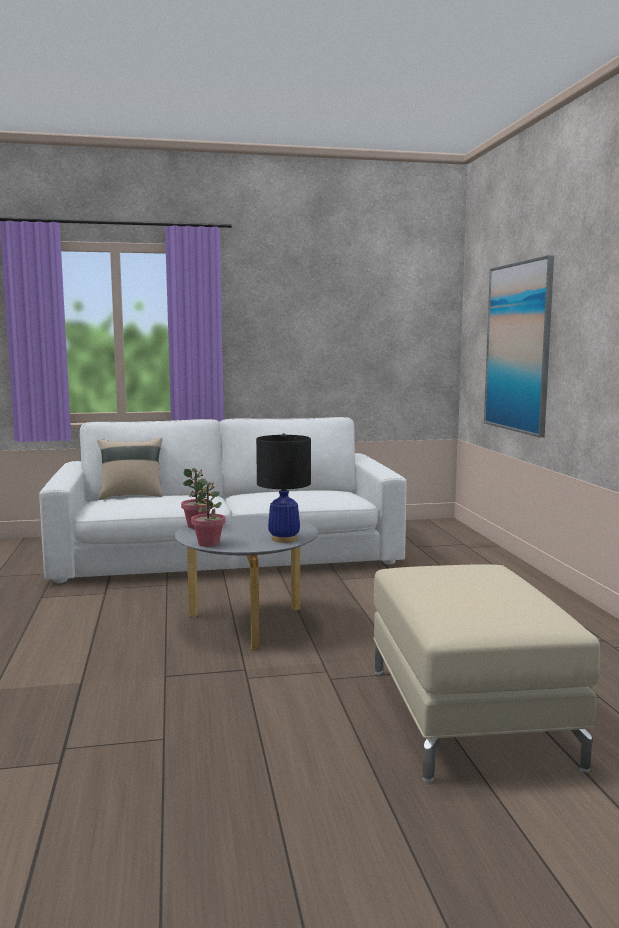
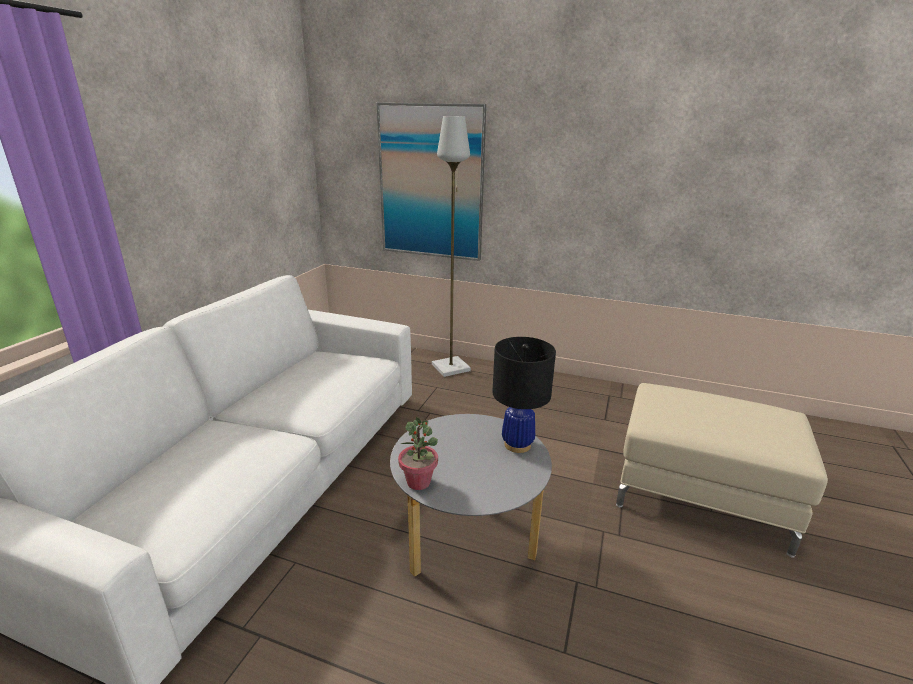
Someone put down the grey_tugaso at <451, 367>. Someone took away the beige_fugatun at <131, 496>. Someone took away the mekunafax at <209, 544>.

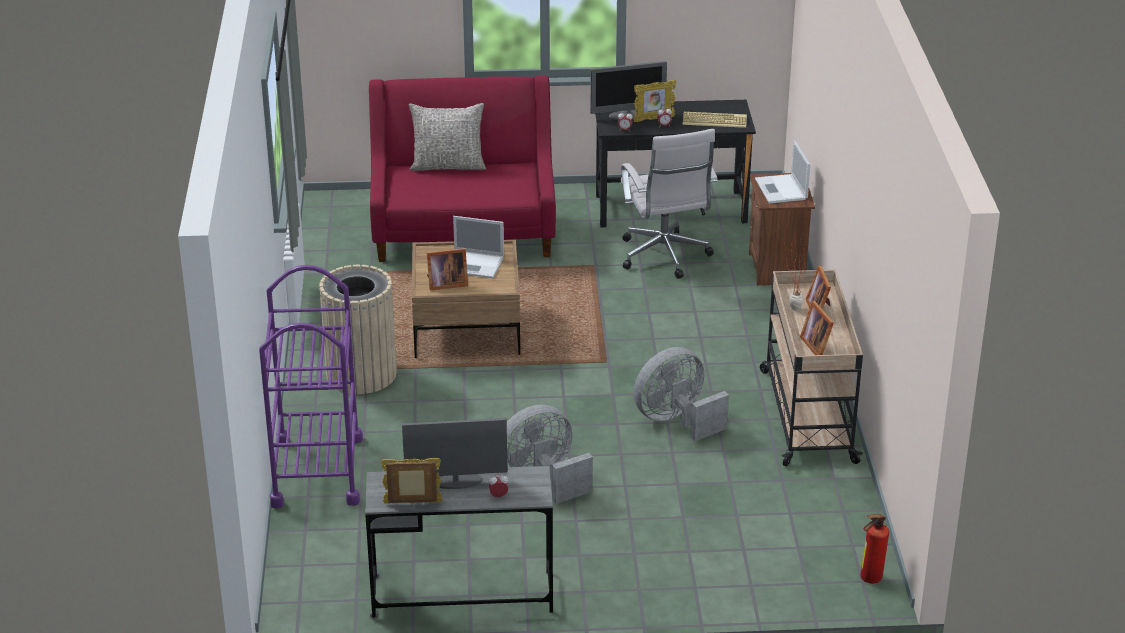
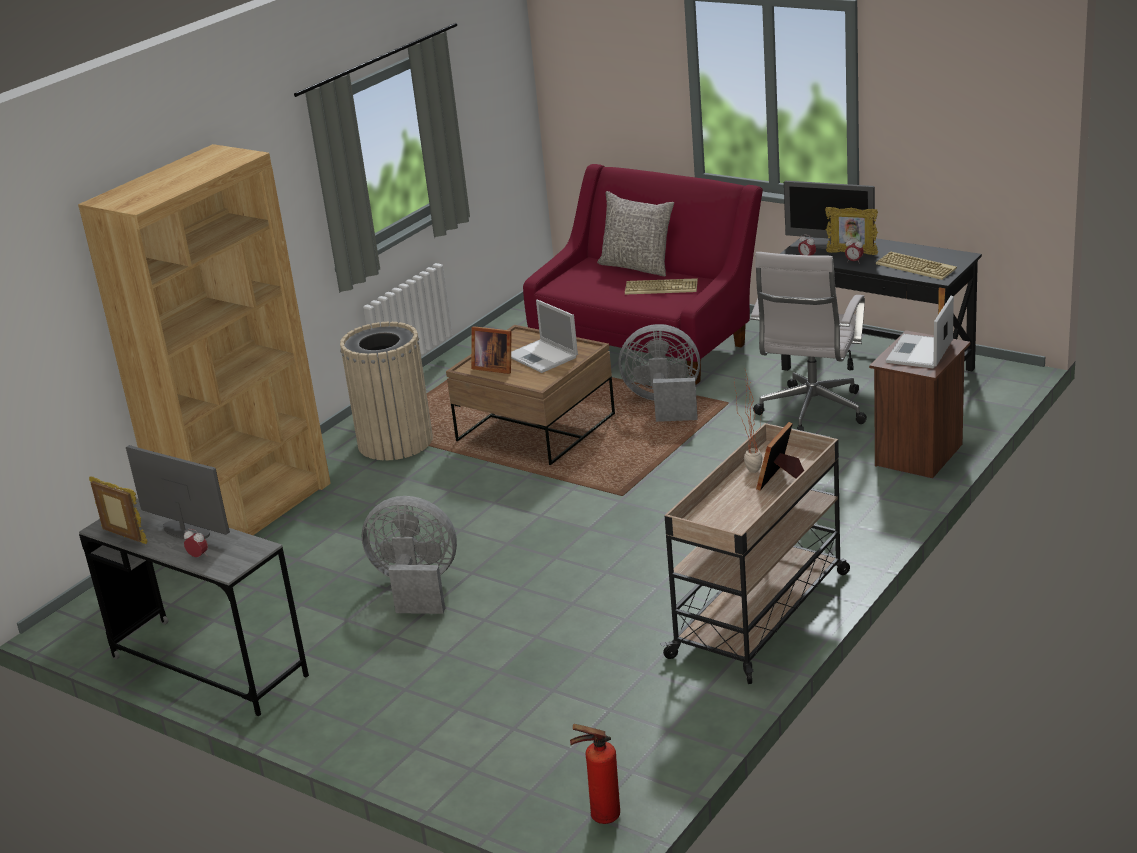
Someone swapped the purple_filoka at <317, 471> for the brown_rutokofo at <248, 513>. Someone carried the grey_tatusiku from <676, 421> to <664, 404>. Someone put down the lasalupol at <662, 287>. Someone took away the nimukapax at <817, 345>.

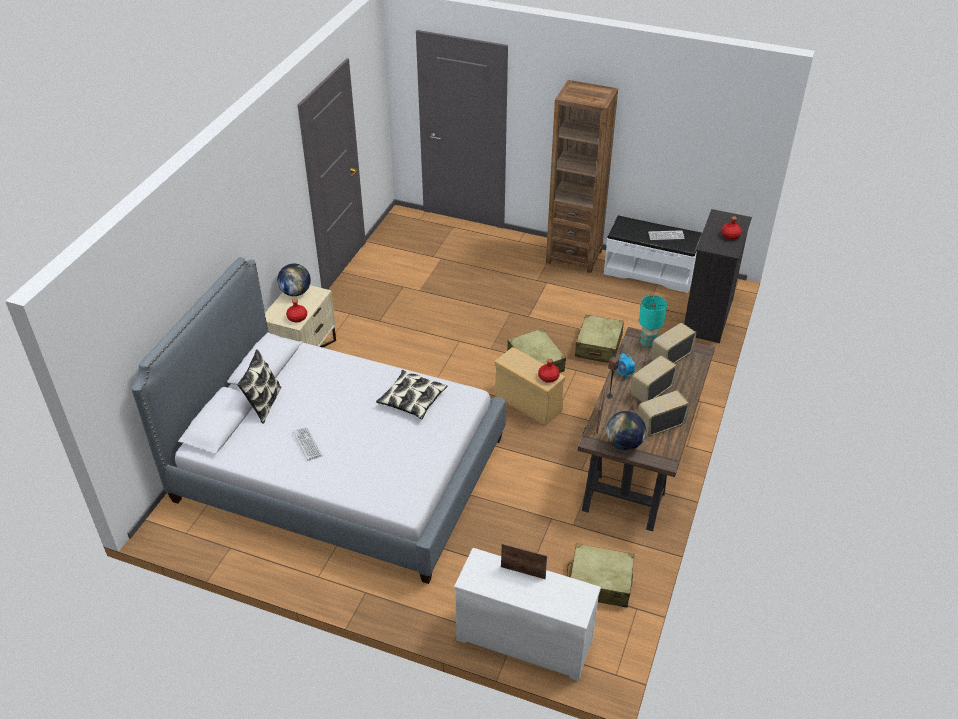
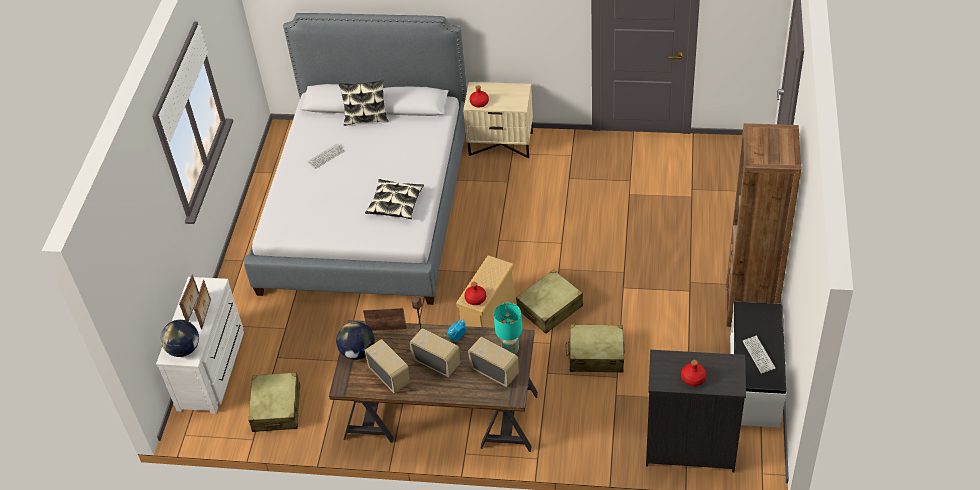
Someone carried the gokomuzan from <296, 292> to <184, 349>. Someone put down the nimukapax at <193, 309>.

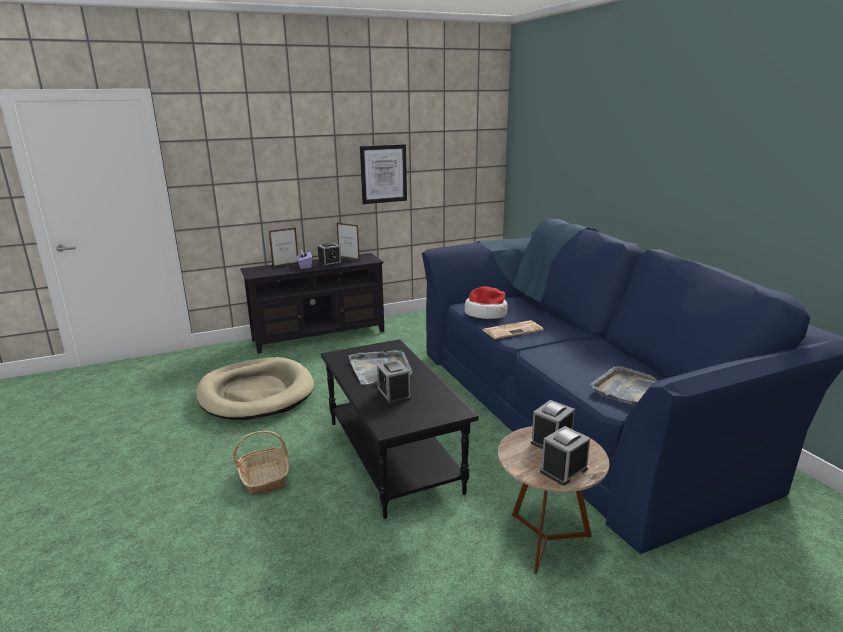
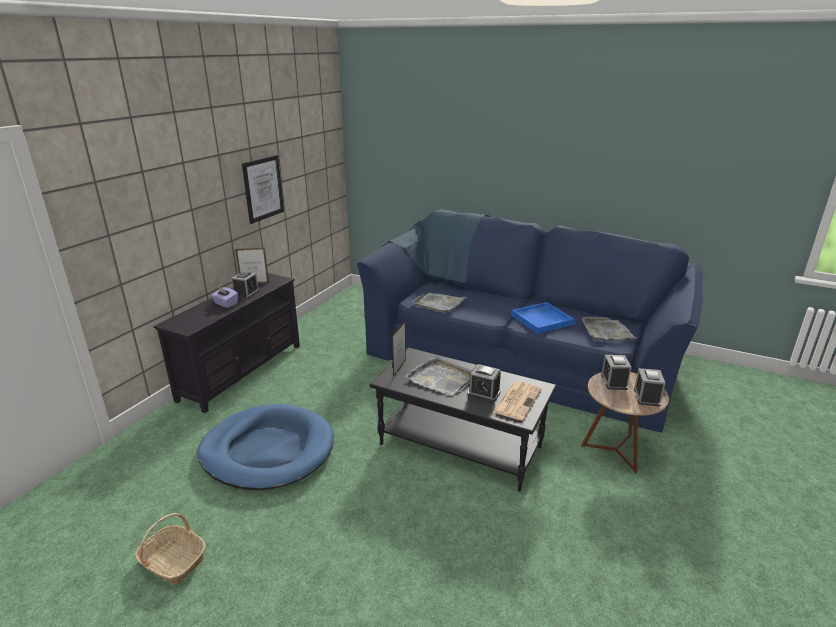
Someone carried the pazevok from <265, 477> to <172, 561>. Someone repainted the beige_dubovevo at <256, 393>, which became the blue_dubovevo at <268, 450>. Someone carried the nimukapax from <285, 265> to <399, 368>. Someone swapped the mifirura at <486, 313> for the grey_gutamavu at <439, 303>. Someone carried the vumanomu from <513, 330> to <517, 400>. Someone put down the blue_gutamavu at <542, 319>.

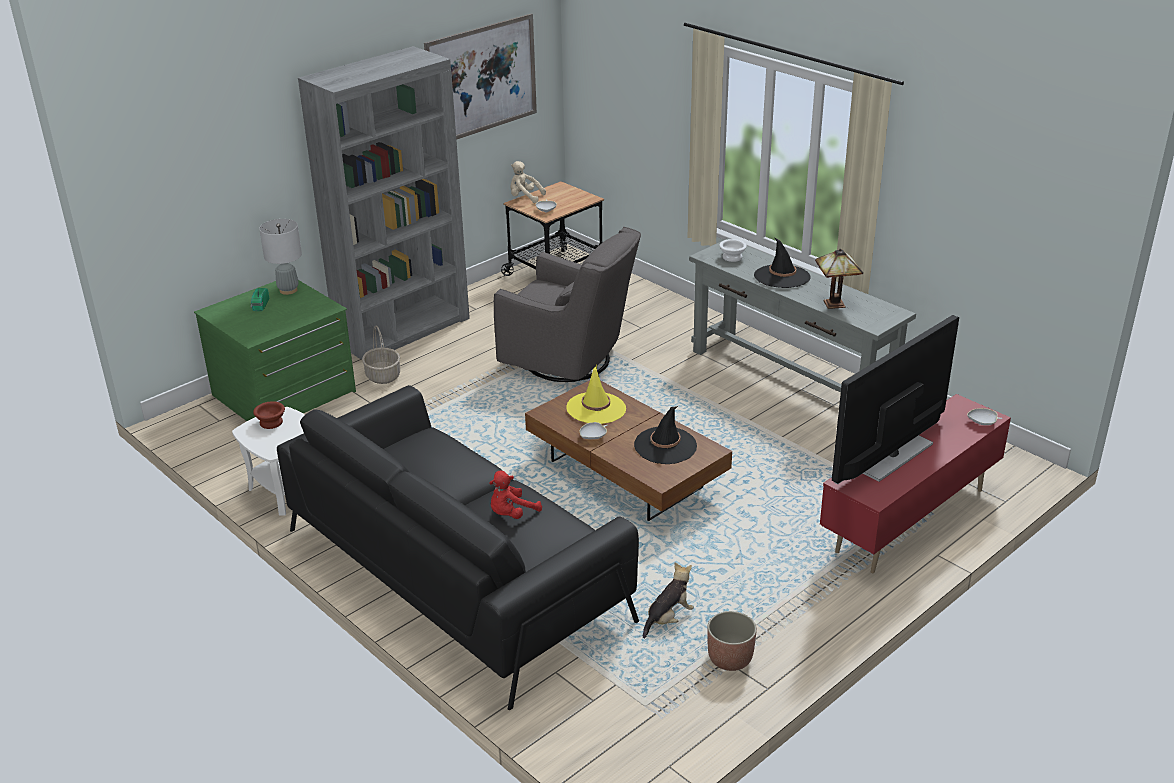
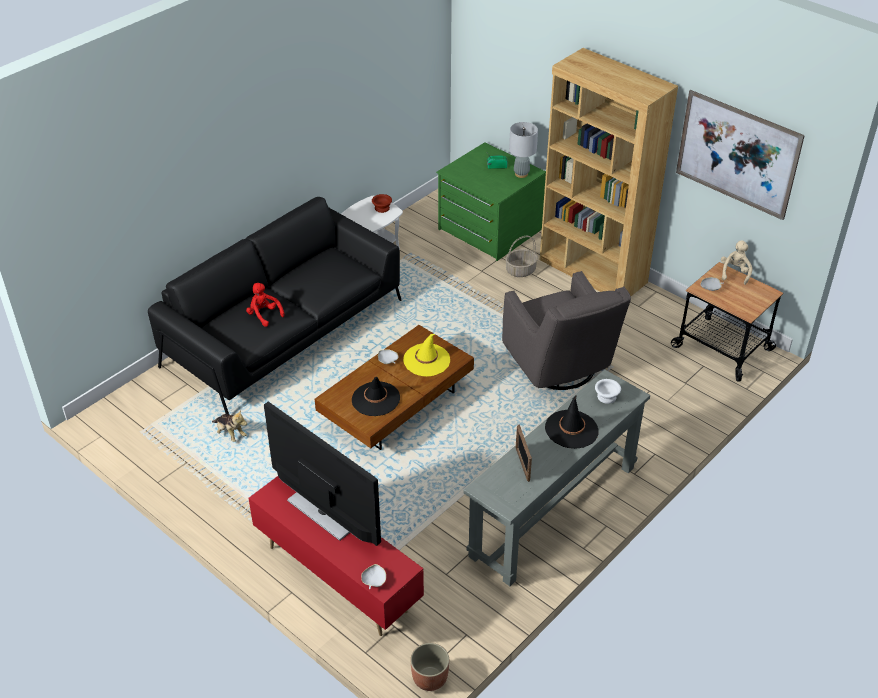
Someone carried the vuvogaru from <730, 658> to <430, 678>. Someone rotated the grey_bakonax at <571, 362> by 45 degrees counterclockwise. Someone swapped the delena at <835, 303> for the nimukapax at <522, 464>. Someone repainted the grey_rutokofo at <403, 330>, which became the brown_rutokofo at <592, 271>.

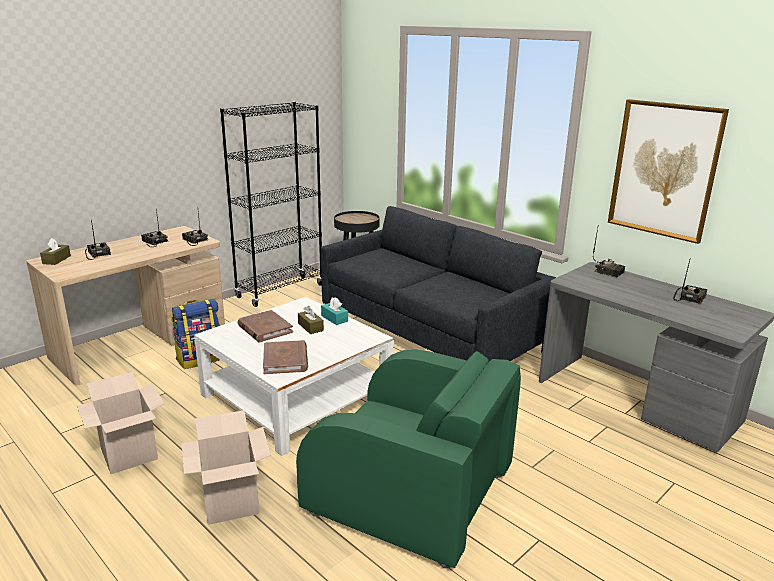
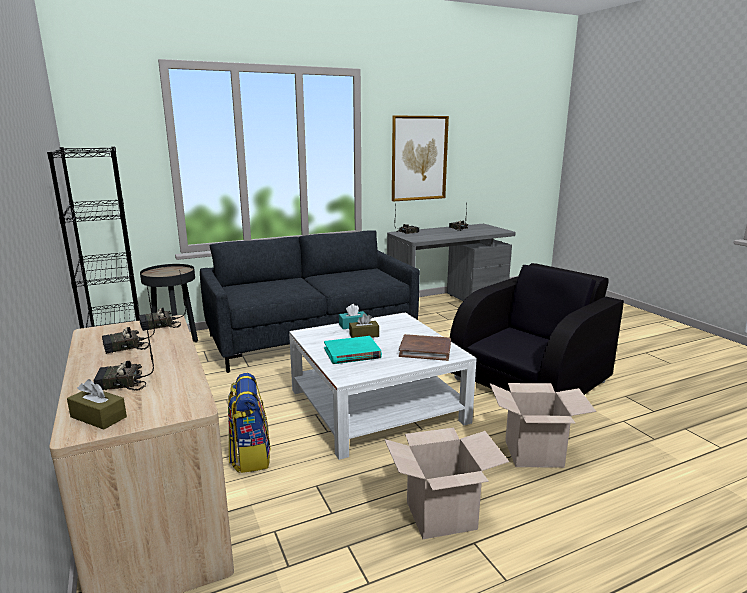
Someone repainted the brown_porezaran at <264, 329>, which became the turquoise_porezaran at <352, 353>. Someone repainted the green_bakonax at <411, 493>, which became the black_bakonax at <530, 380>.

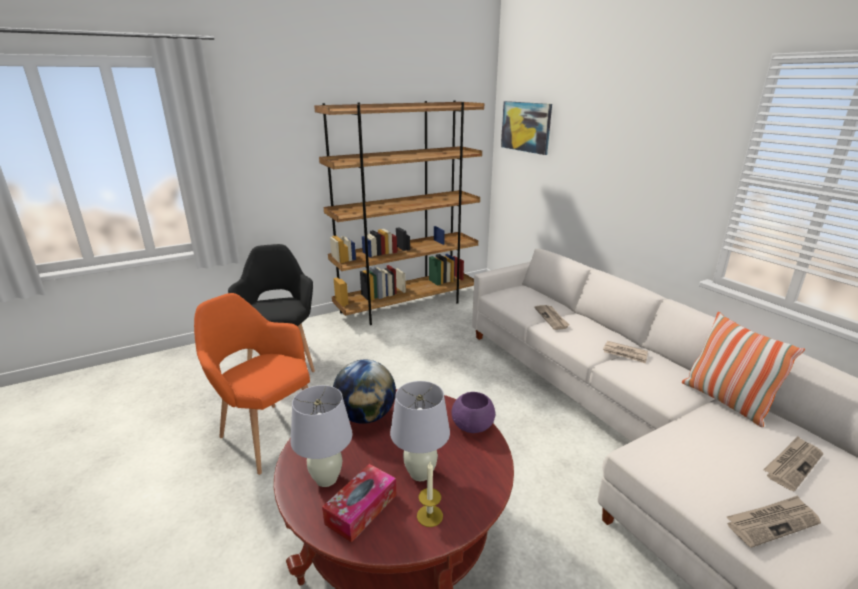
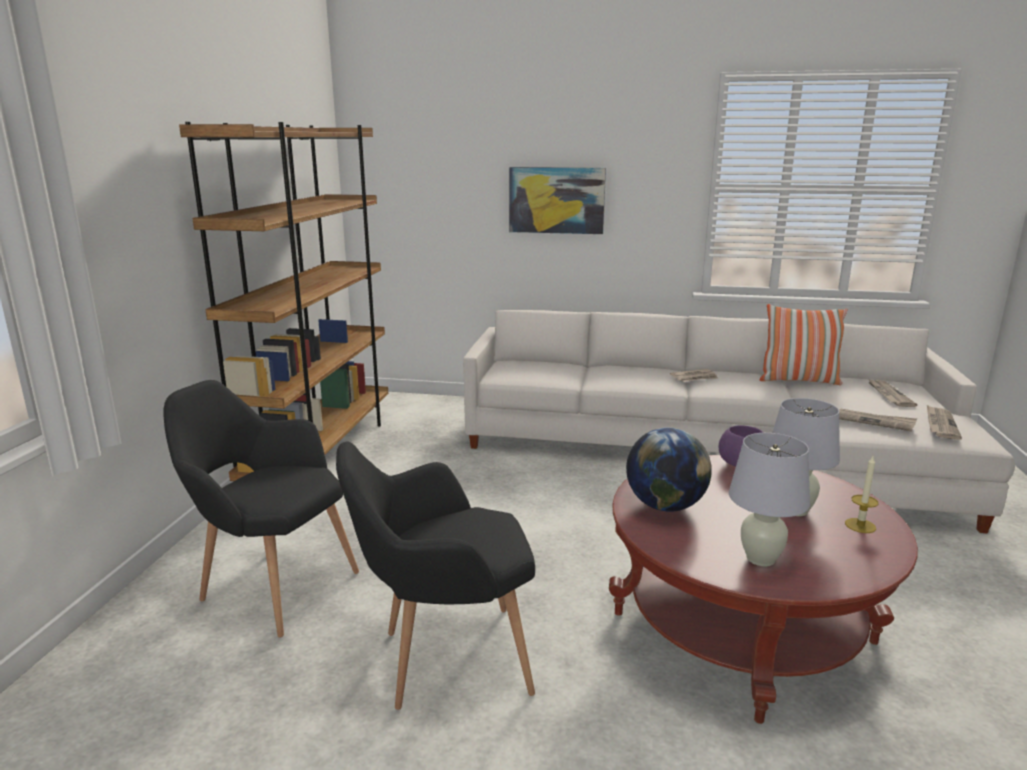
Someone repainted the orange_bakonax at <266, 432>, which became the black_bakonax at <444, 660>. Someone carried the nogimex from <526, 127> to <556, 200>. Someone carried the vumanomu from <552, 318> to <874, 421>. Someone took away the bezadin at <361, 509>.

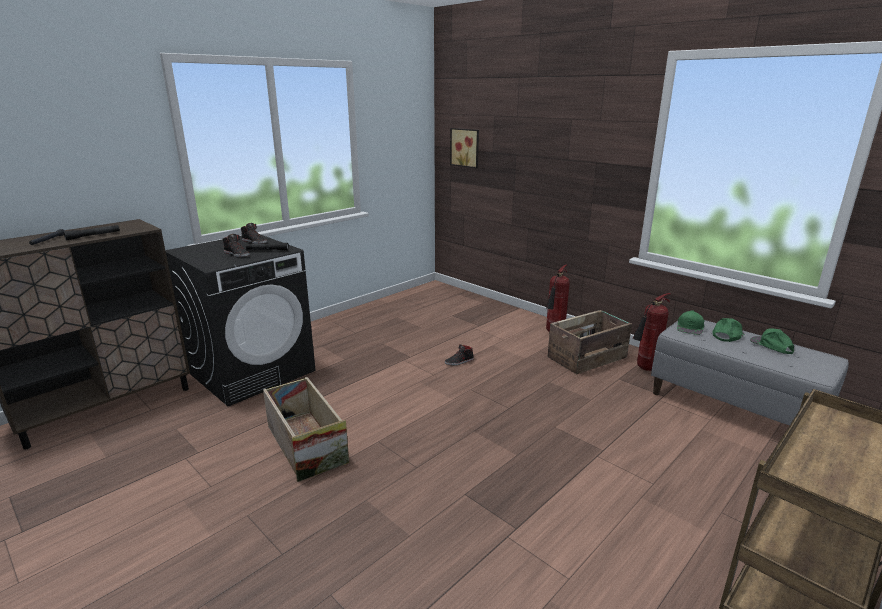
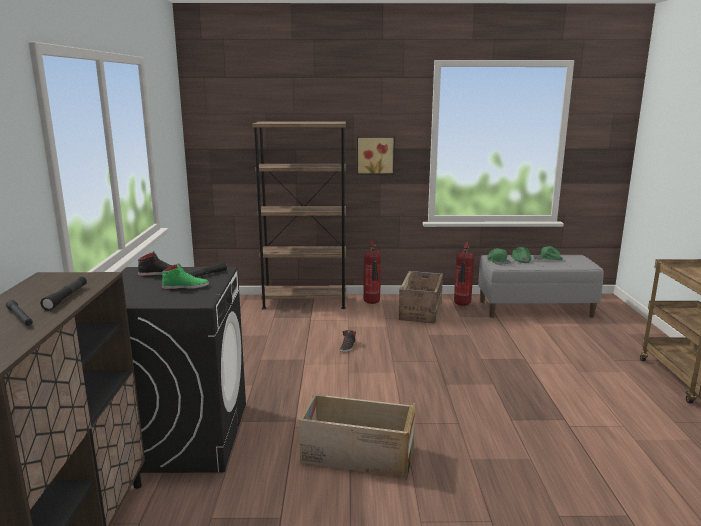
Someone repainted the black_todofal at <237, 254>, which became the green_todofal at <185, 287>. Someone put down the brown_rutokofo at <304, 302>. Someone carried the nogimex from <465, 147> to <375, 155>.

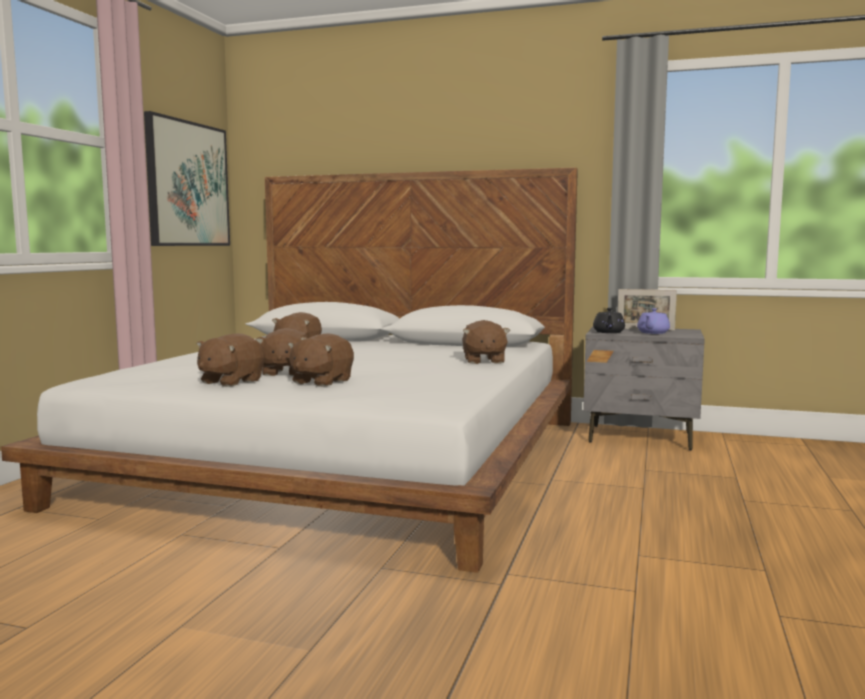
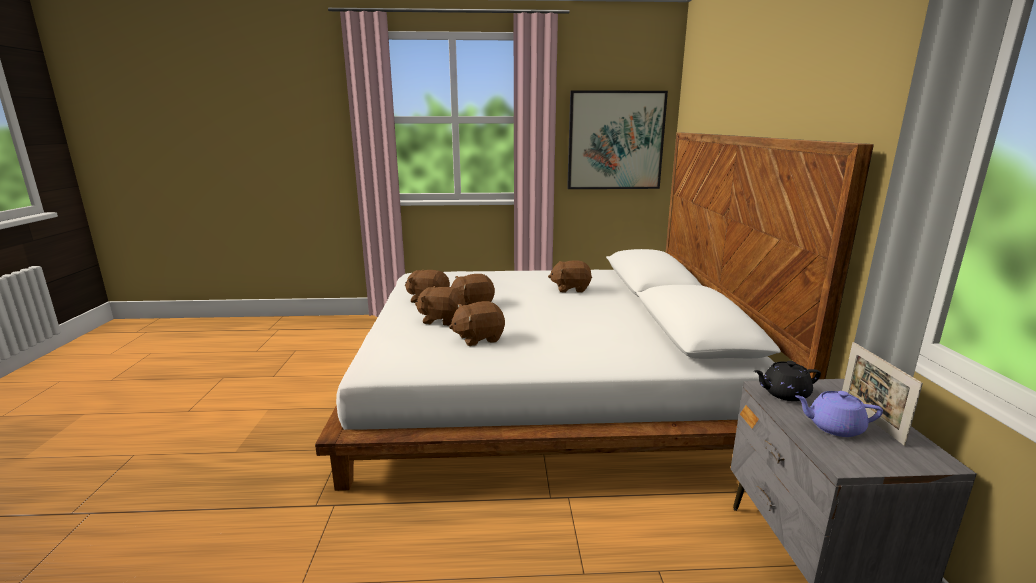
Someone carried the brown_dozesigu from <483, 361> to <478, 338>.

